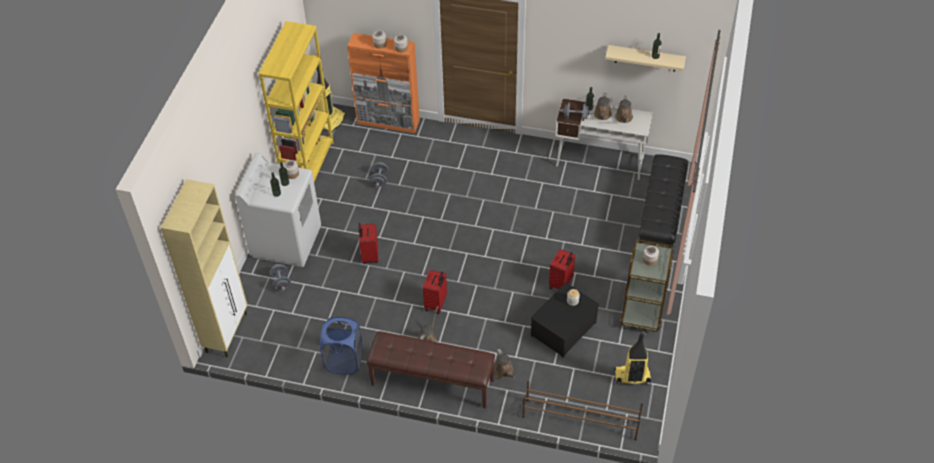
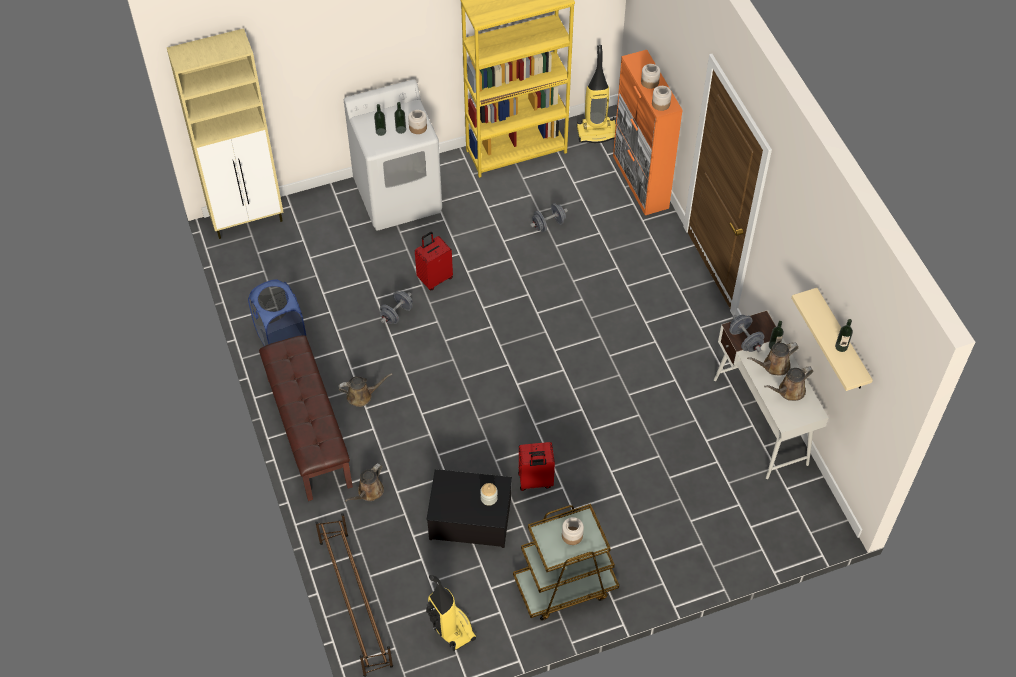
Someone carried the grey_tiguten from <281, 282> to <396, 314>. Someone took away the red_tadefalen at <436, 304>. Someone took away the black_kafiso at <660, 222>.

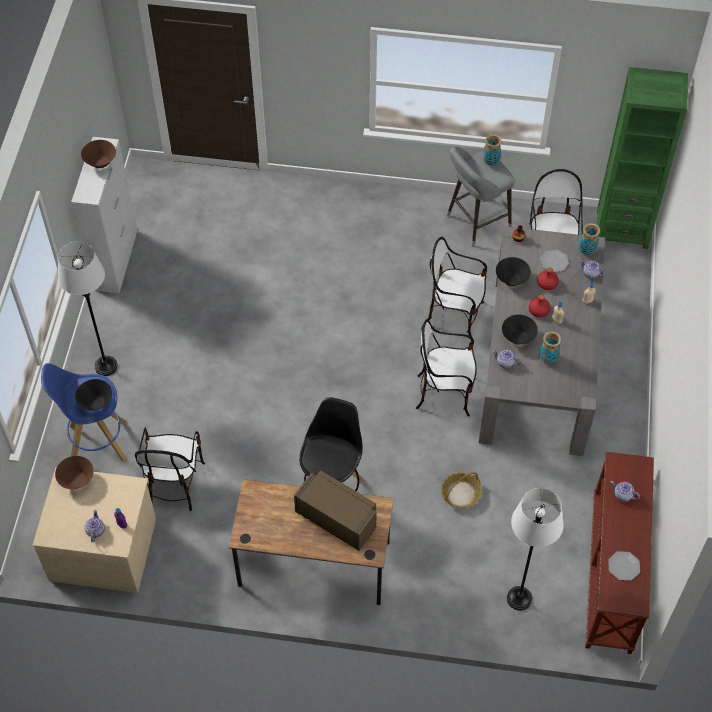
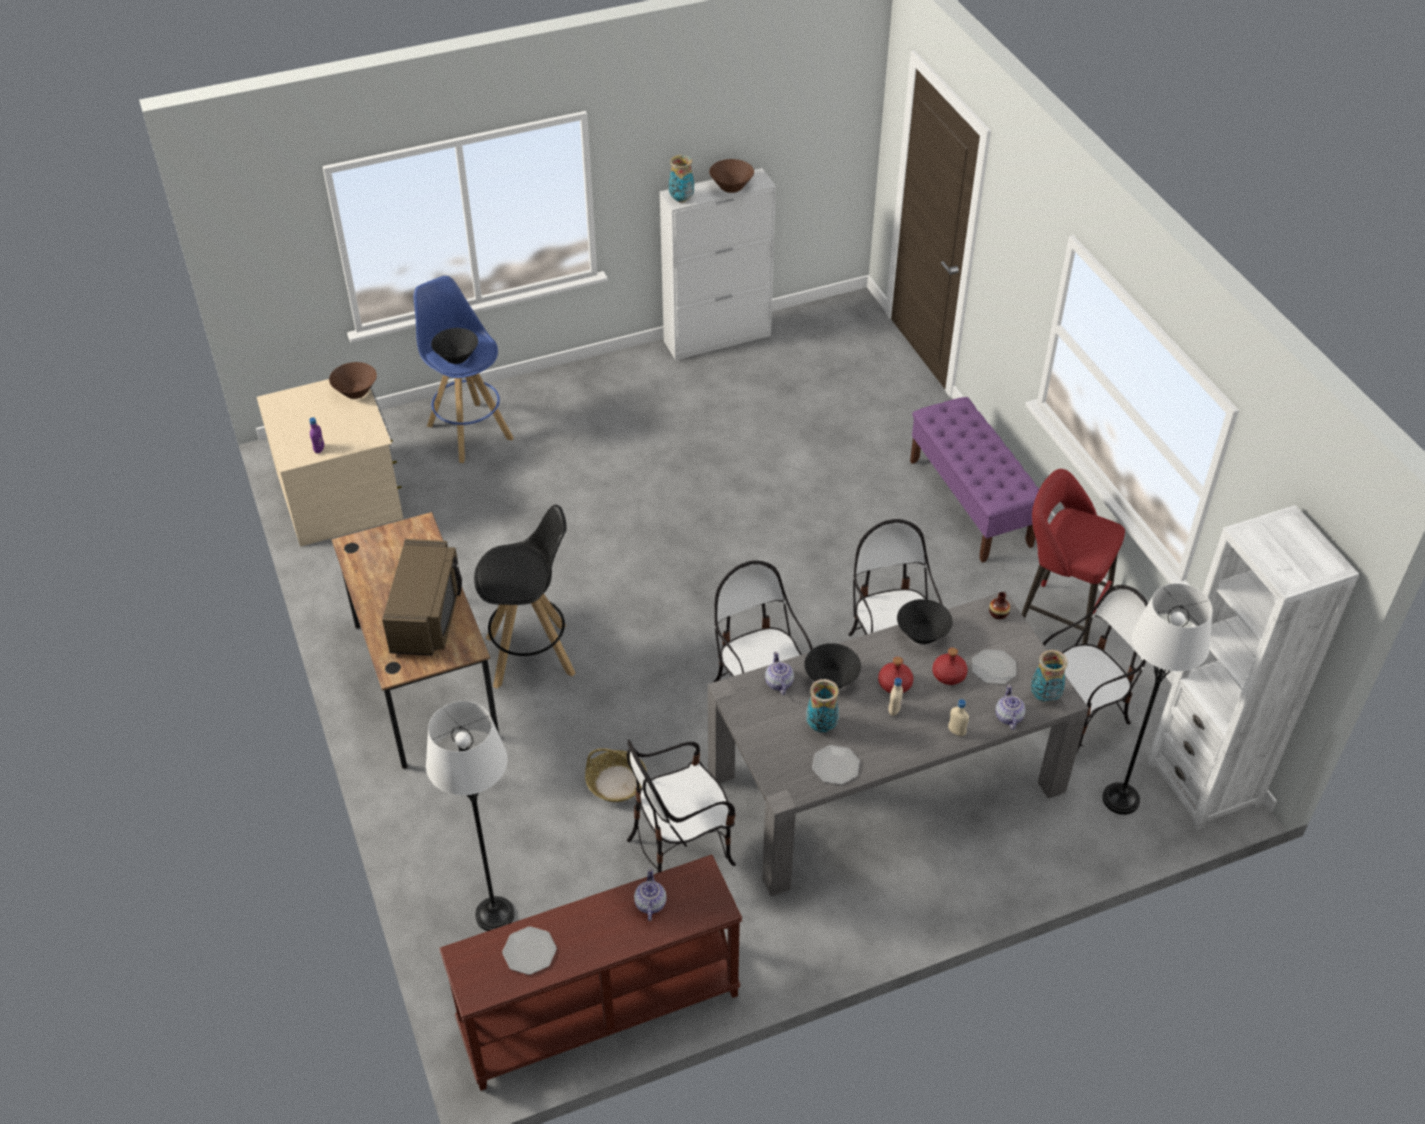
Someone carried the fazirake from <174, 483> to <681, 848>. Someone carried the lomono from <490, 162> to <681, 199>. Someone put down the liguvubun at <835, 765>. Someone put down the purple_kafiso at <970, 503>. Someone repainted the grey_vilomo at <475, 223>, which became the red_vilomo at <1056, 618>. Someone carried the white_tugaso from <106, 366> to <1120, 799>. Someone repainted the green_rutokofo at <622, 228>, which became the white_rutokofo at <1203, 784>. Someone took away the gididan at <95, 531>.

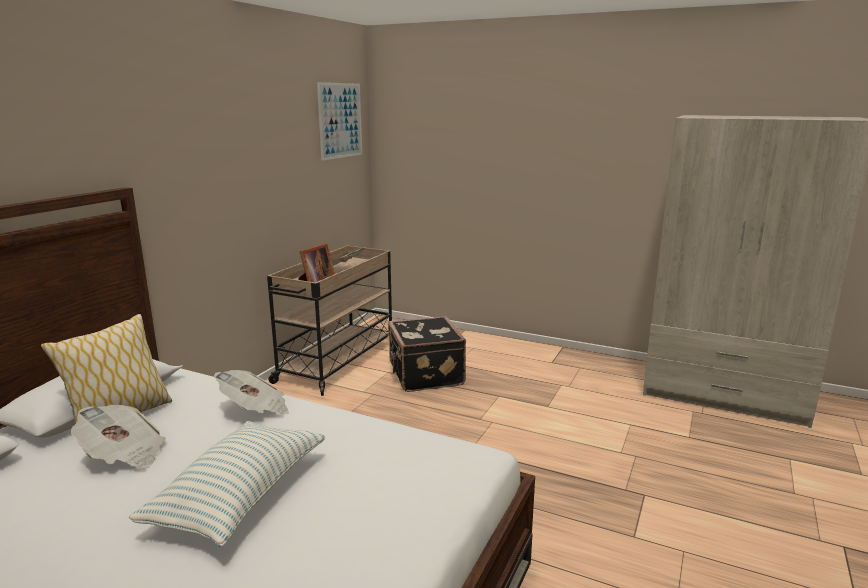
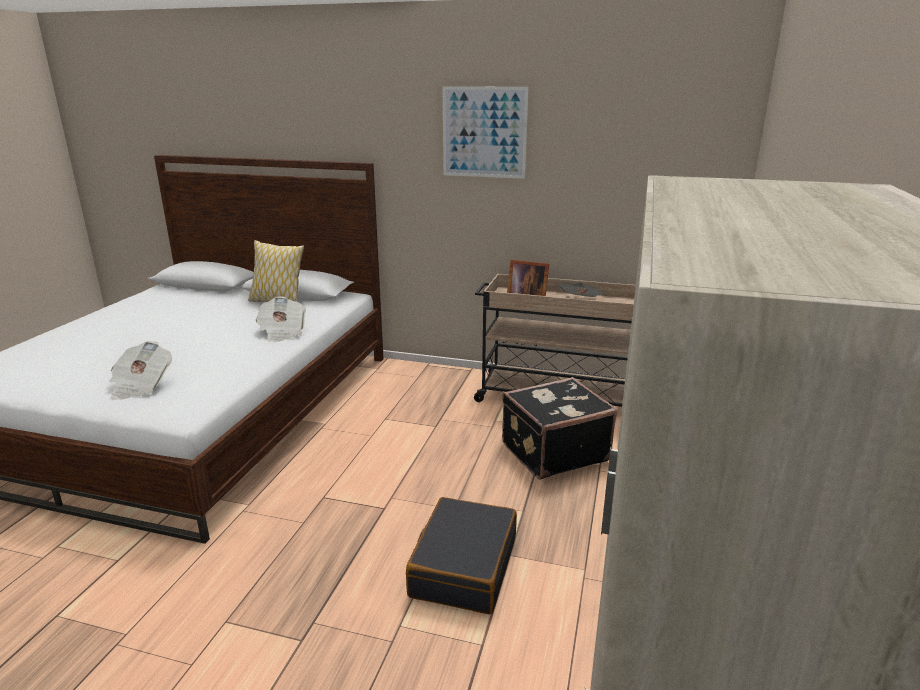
Someone carried the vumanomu from <124, 455> to <141, 386>. Someone put down the black_tadefalen at <463, 567>. Someone carried the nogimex from <340, 120> to <484, 132>. Someone took away the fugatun at <240, 496>.

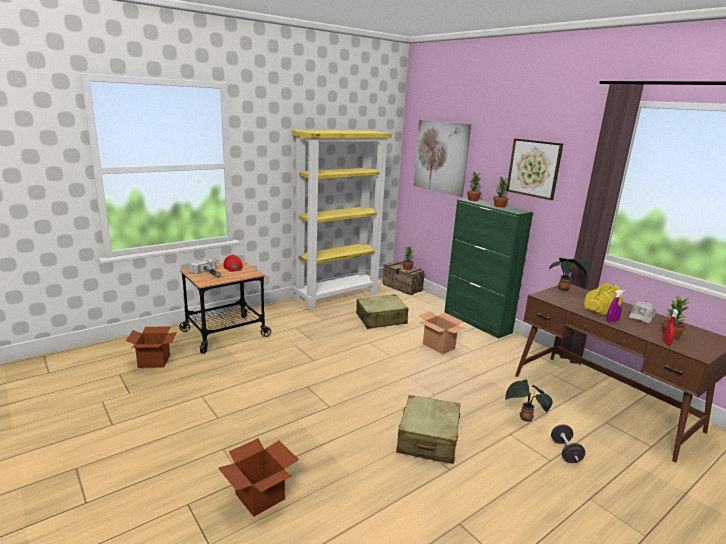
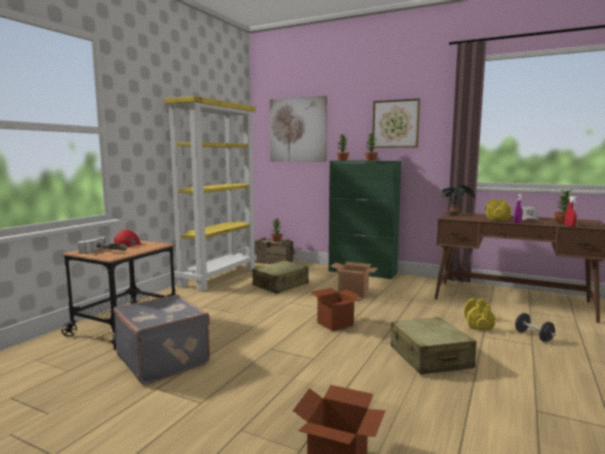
Someone put down the grey_tadefalen at <164, 360>. Someone carried the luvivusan from <154, 361> to <335, 324>. Someone swapped the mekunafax at <524, 419> for the yellow_tiguten at <478, 323>.

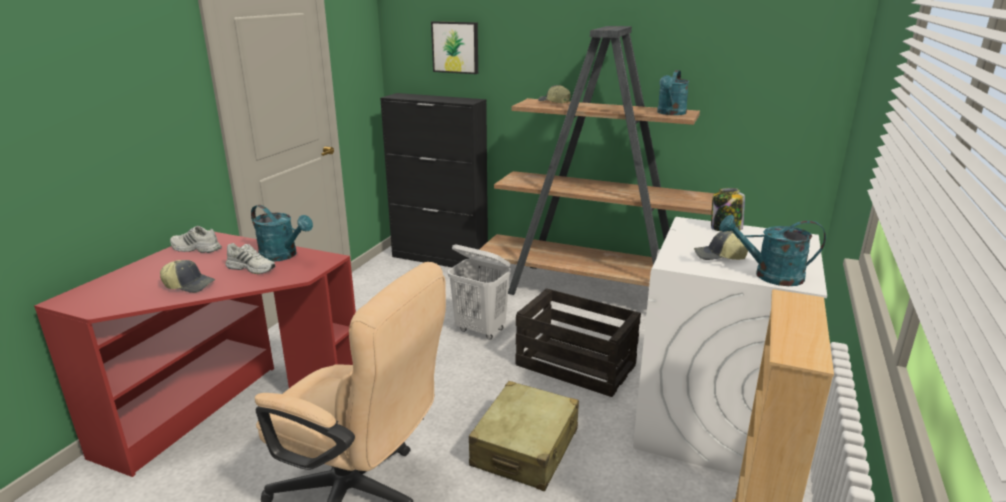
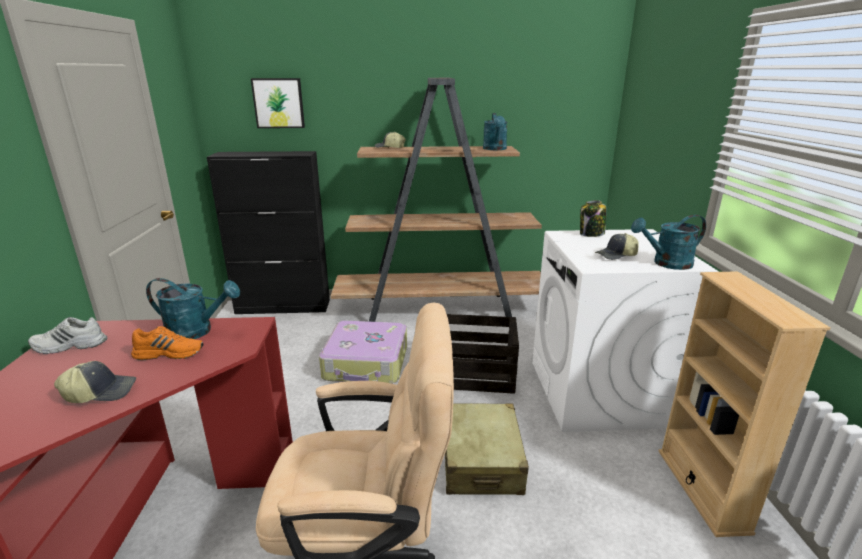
Someone repainted the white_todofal at <252, 268>, which became the orange_todofal at <170, 353>. Someone swapped the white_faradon at <481, 330> for the tadefalen at <367, 363>.

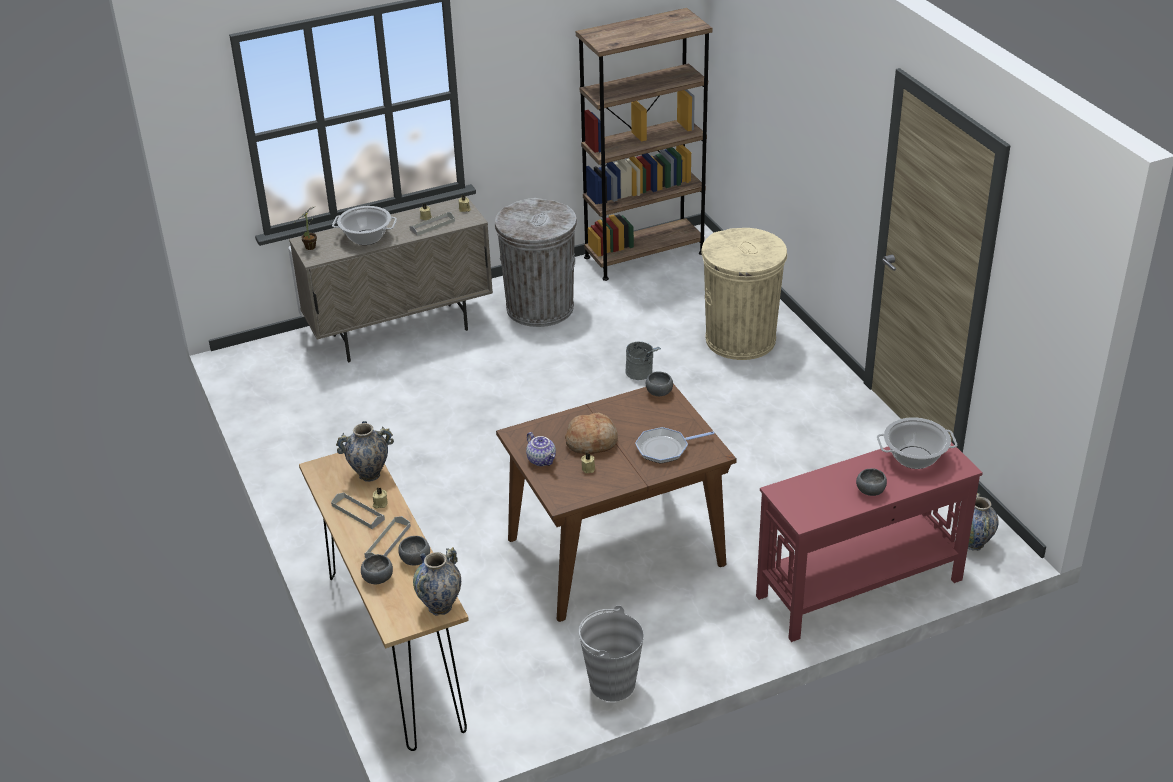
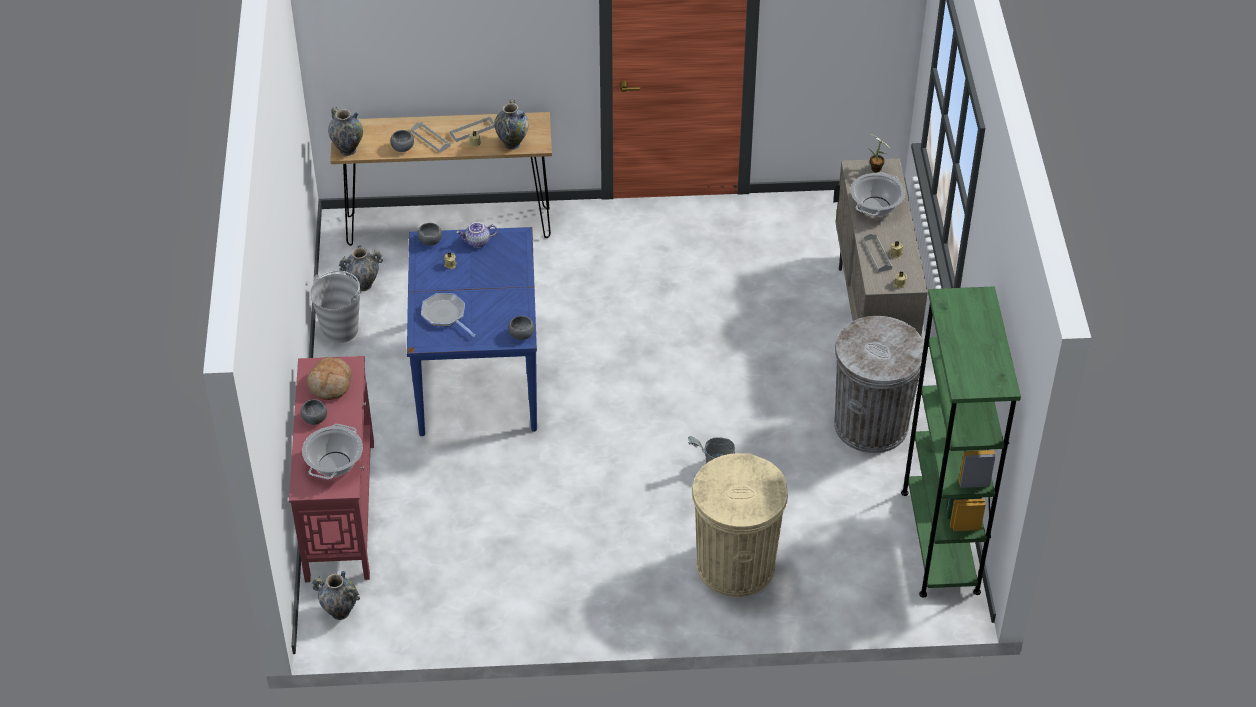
Someone carried the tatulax from <592, 441> to <330, 384>. Someone put down the lomono at <363, 285>. Someone repainted the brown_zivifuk at <617, 551>, which became the blue_zivifuk at <477, 374>. Someone carried the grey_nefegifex from <379, 579> to <430, 241>. Someone rotated the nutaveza at <665, 448> by 45 degrees counterclockwise. Someone repainted the brown_rutokofo at <644, 255>, which became the green_rutokofo at <940, 541>.

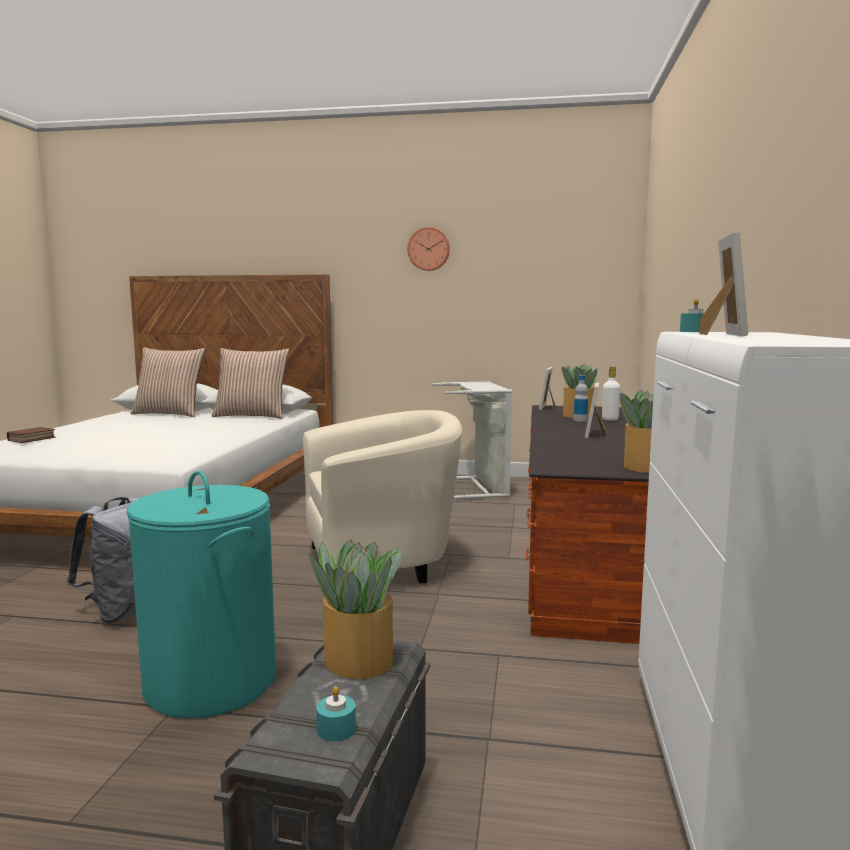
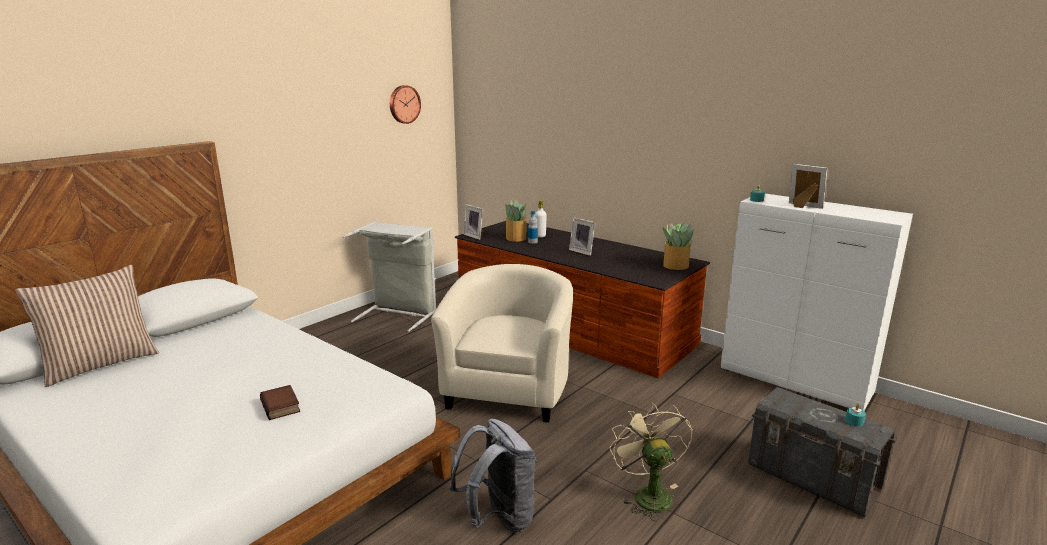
Someone carried the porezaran from <32, 439> to <282, 406>. Someone carried the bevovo from <429, 249> to <404, 104>. Someone swapped the turquoise_faradon at <210, 682> for the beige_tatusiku at <648, 494>. Someone took away the fugatun at <252, 416>. Someone took away the mekunafax at <357, 660>.

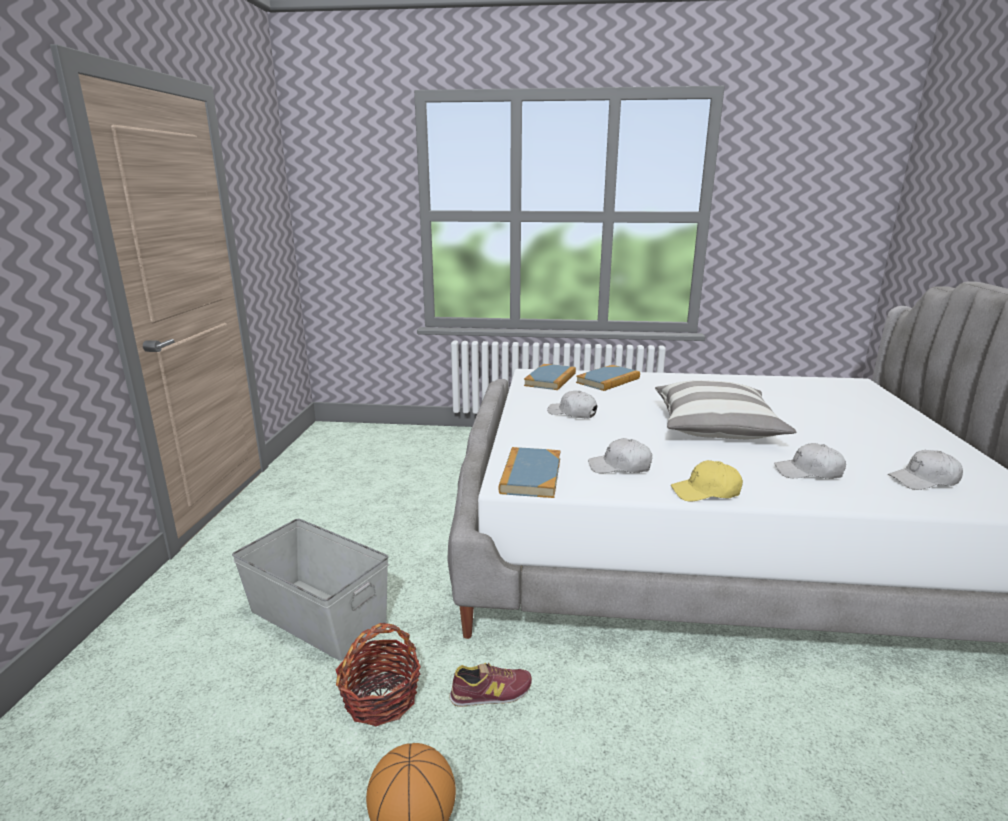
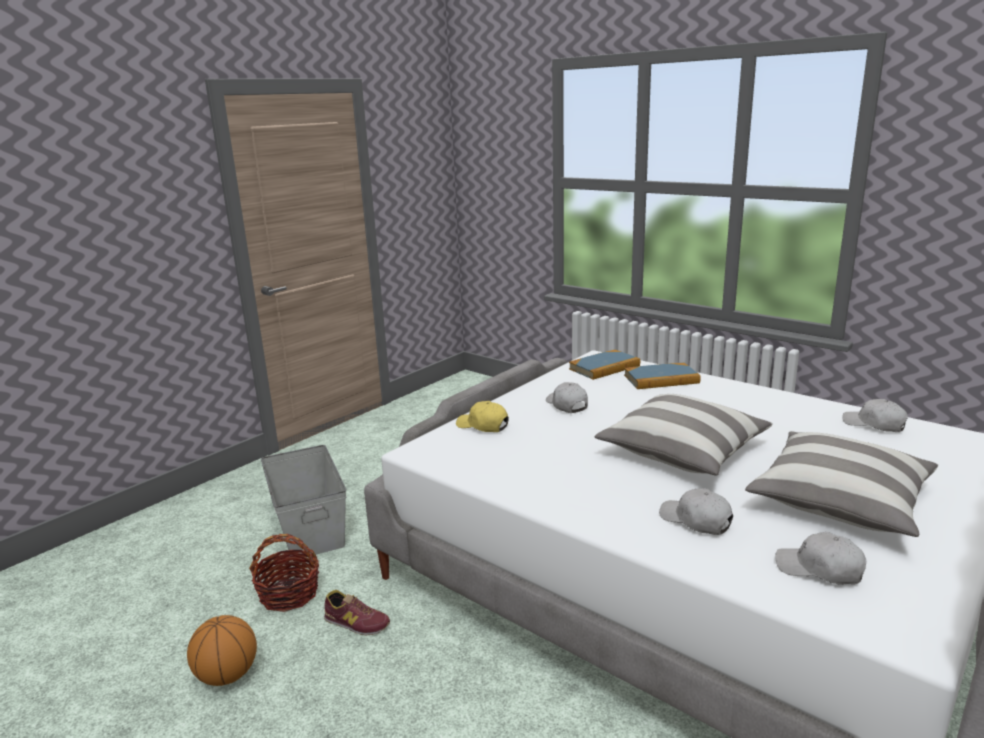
Someone carried the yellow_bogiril from <706, 492> to <483, 426>. Someone put down the fugatun at <840, 502>. Someone carried the white_bogiril from <620, 467> to <874, 424>. Someone took away the porezaran at <530, 476>.

